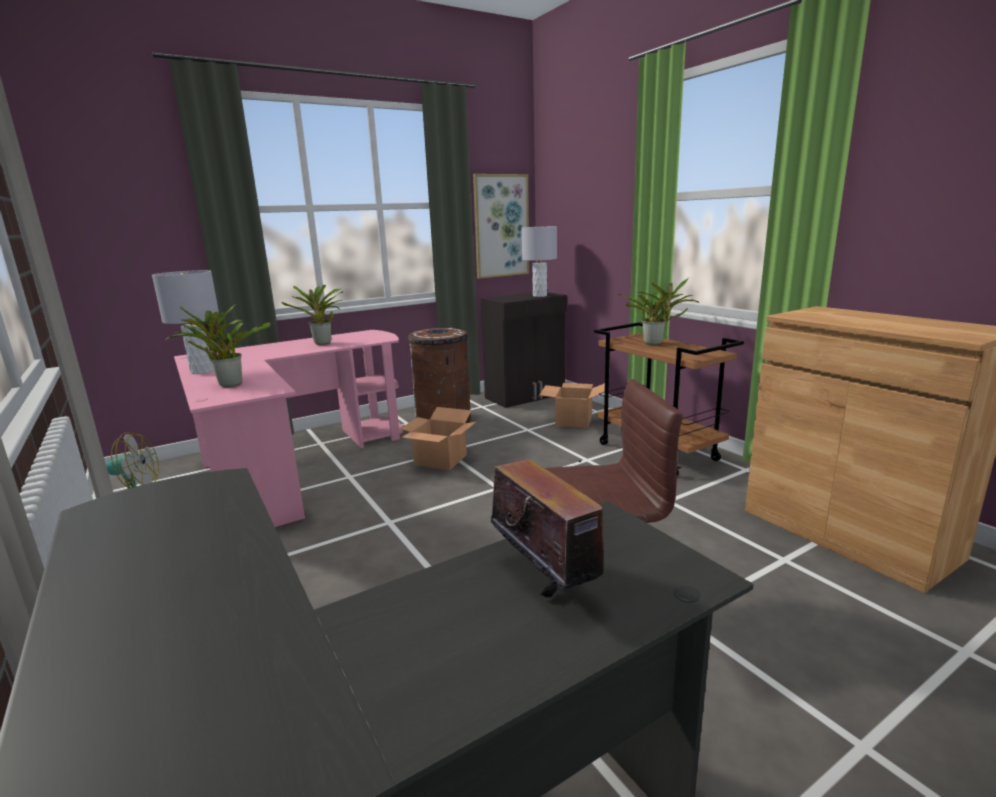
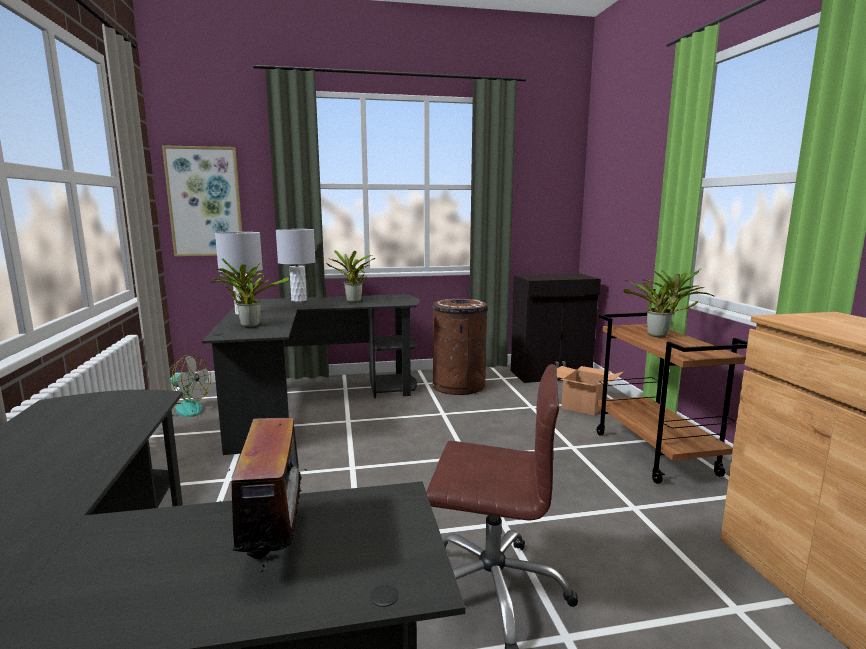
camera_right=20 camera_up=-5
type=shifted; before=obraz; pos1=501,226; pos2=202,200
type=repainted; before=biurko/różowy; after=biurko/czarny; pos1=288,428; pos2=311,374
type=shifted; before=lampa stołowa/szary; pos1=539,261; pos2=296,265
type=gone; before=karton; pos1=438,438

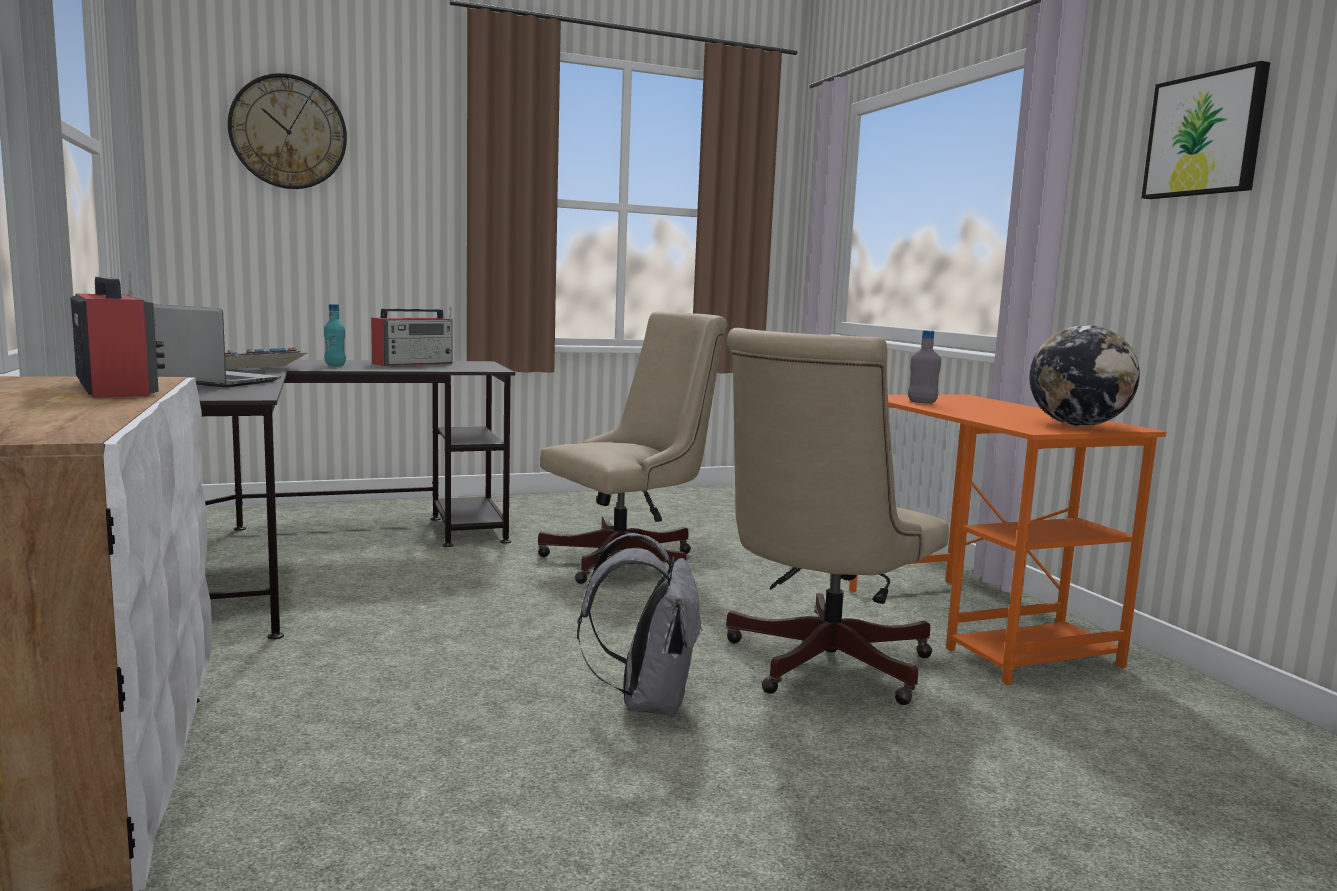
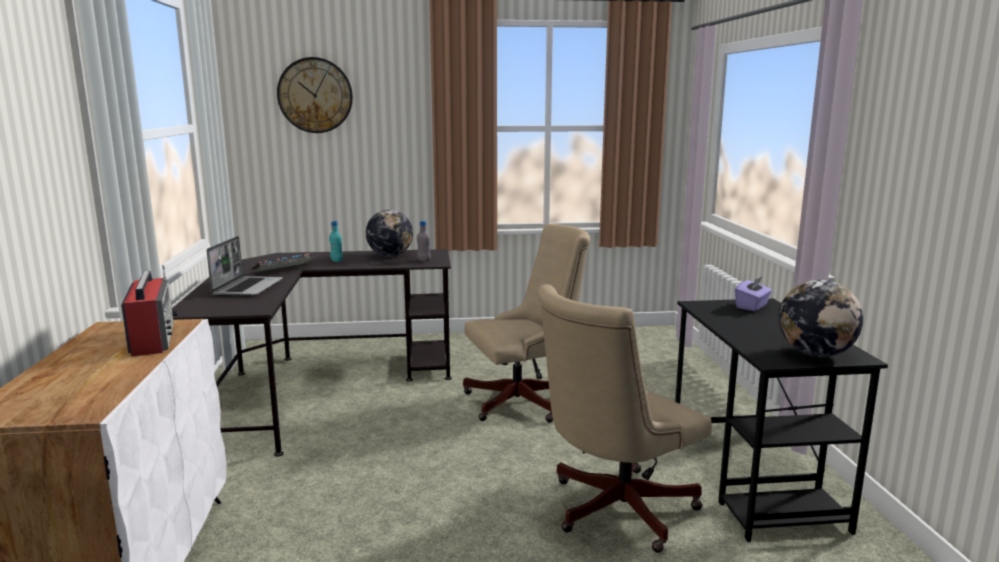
camera_right=15 camera_up=5
type=rotated; before=laptop; pos1=217,345; pos2=245,266; turn=60
type=swapped; before=radio; after=globus; pos1=412,336; pos2=389,233
type=shifted; before=butelka/szary; pos1=924,367; pos2=424,241
type=repainted; before=biurko/pomarańczowy; after=biurko/czarny; pos1=1007,540; pos2=781,420
type=new; after=pudełko chusteczek/fioletowy; pos2=753,293
type=gone; before=plecak/szary; pos1=640,625
type=gone; before=obraz; pos1=1205,130

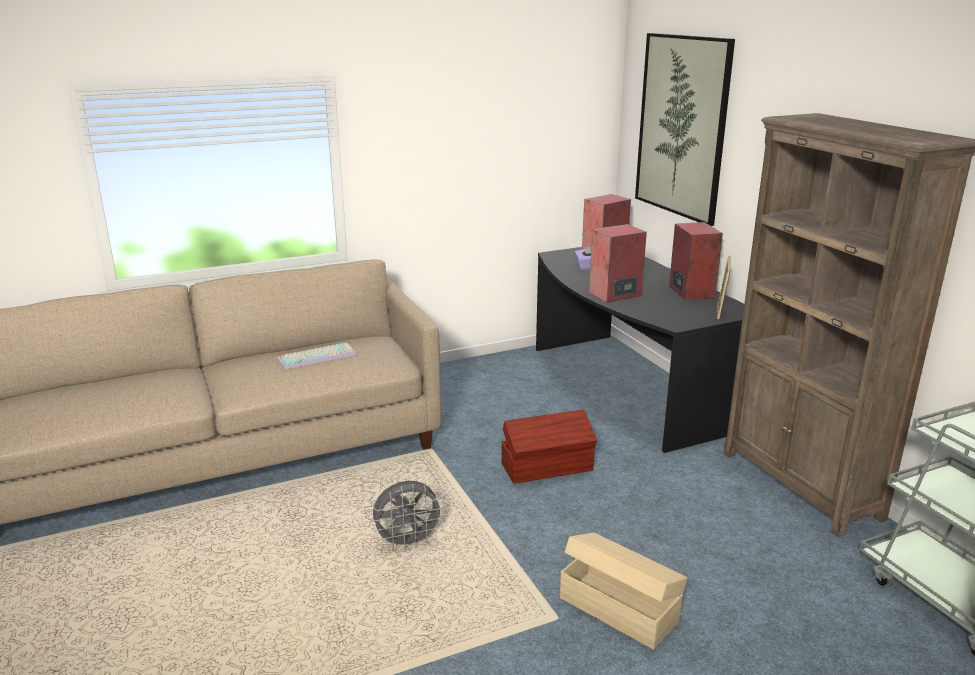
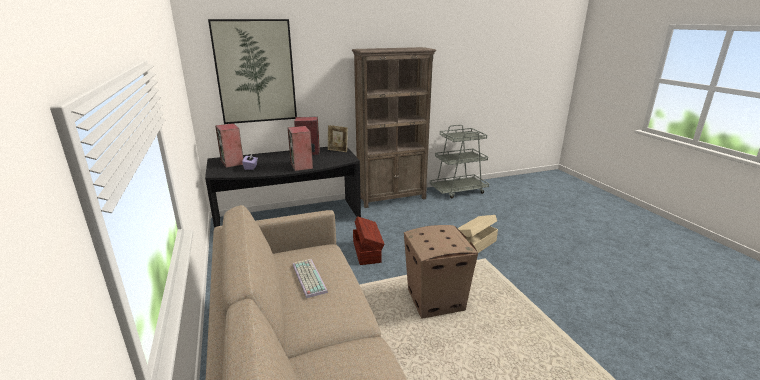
camera_right=-85 camera_up=0
type=swapped; before=wentylator/szary; after=karton; pos1=408,515; pos2=441,271

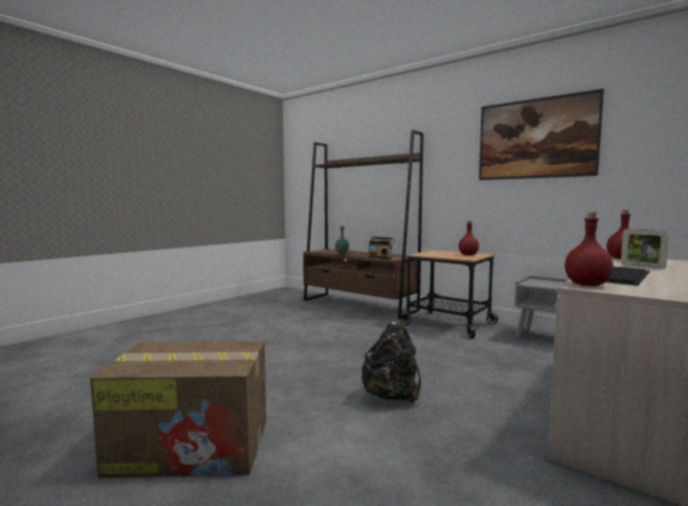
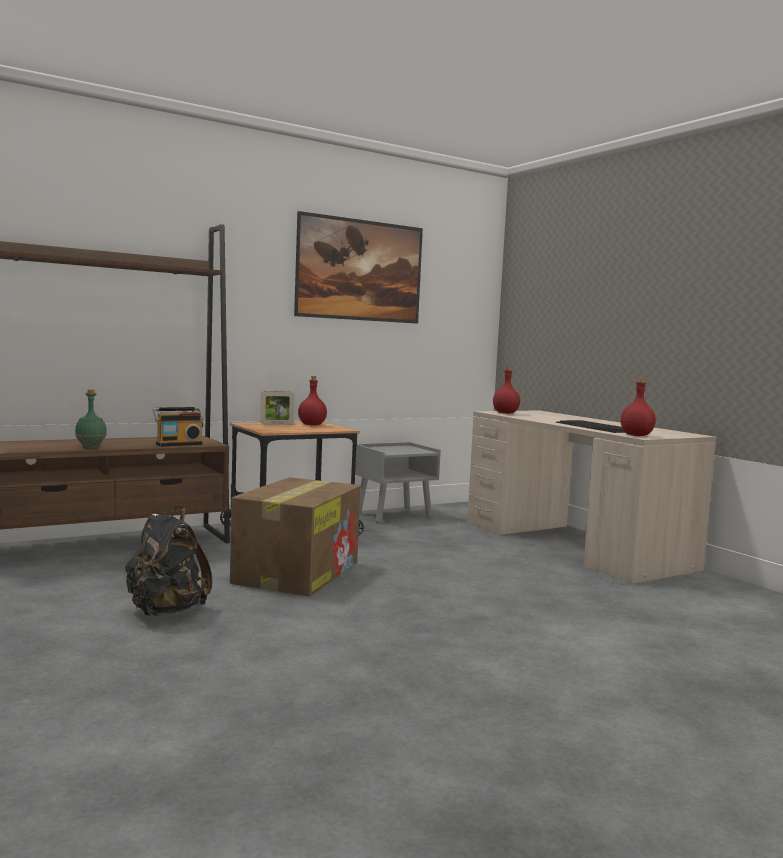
camera_right=-70 camera_up=0
type=shifted; before=plecak/czarny; pos1=391,362; pos2=168,561
type=shifted; before=karton; pos1=178,409; pos2=295,537
type=shifted; before=ramka na zdjęcie; pos1=645,249; pos2=277,408

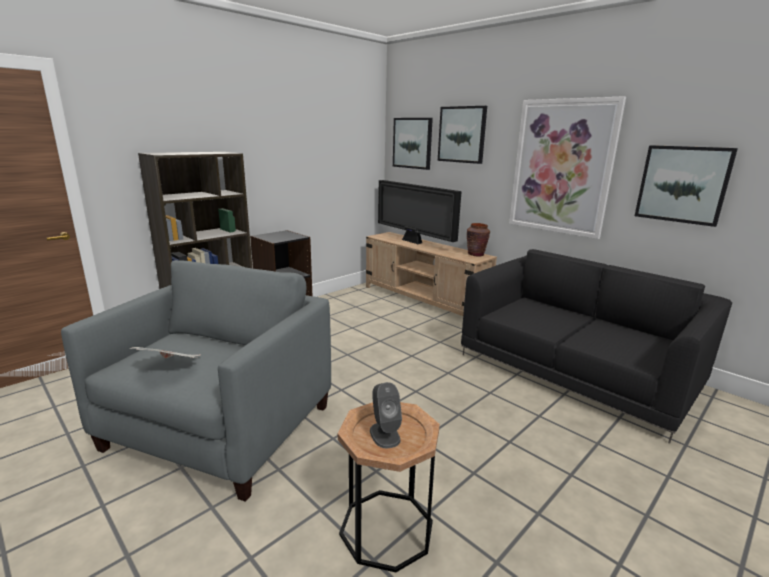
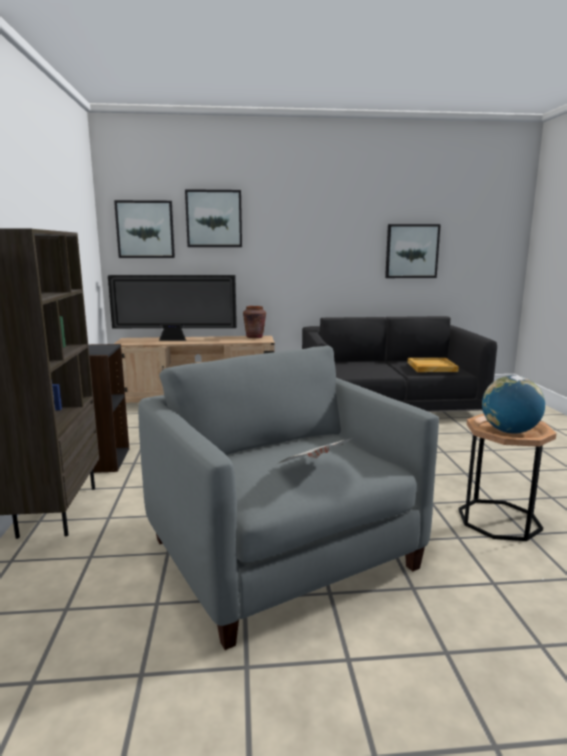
camera_right=-50 camera_up=-5
type=new; after=taca/beżowy; pos2=433,365
type=swapped; before=głośnik/szary; after=globus; pos1=386,415; pos2=513,404
type=gone; before=obraz; pos1=567,167

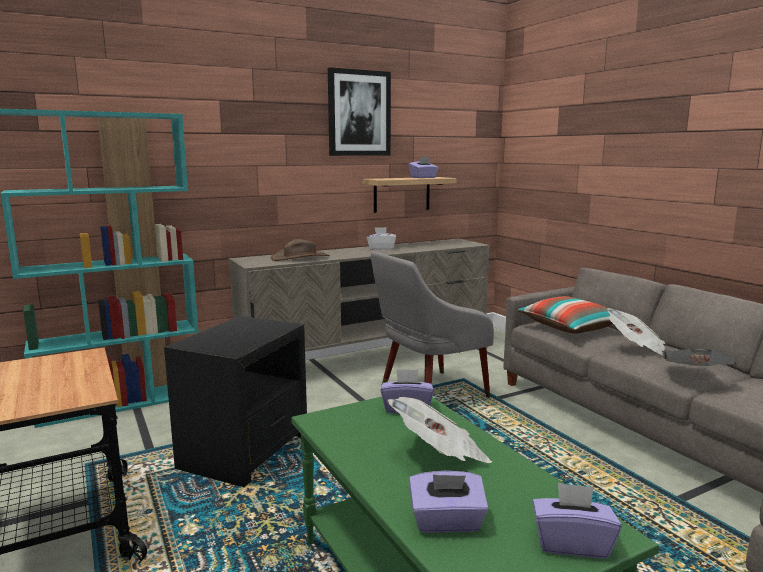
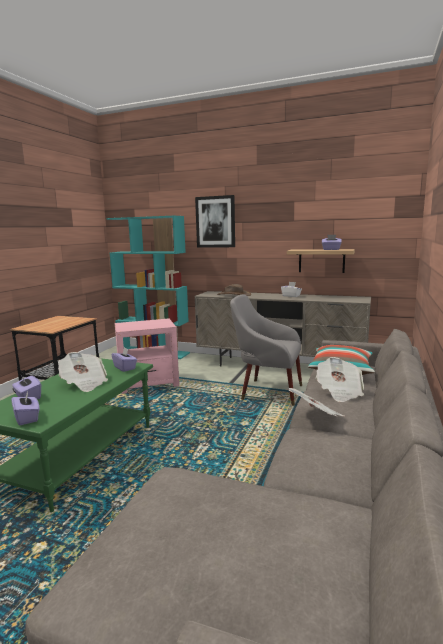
camera_right=50 camera_up=0
type=repainted; before=stolik/czarny; after=stolik/różowy; pos1=235,401; pos2=147,356
type=shifted; before=obraz; pos1=359,111; pos2=215,221

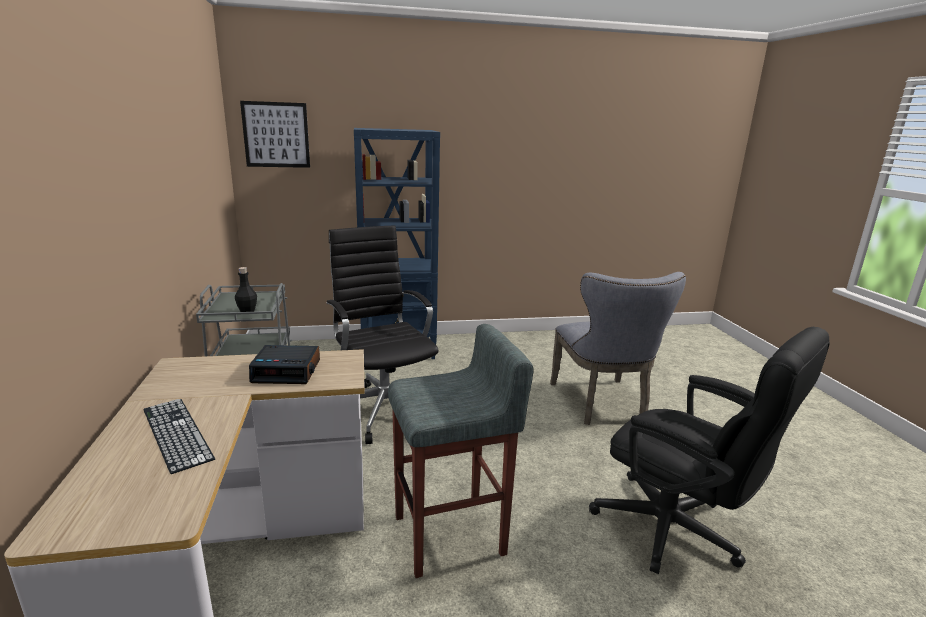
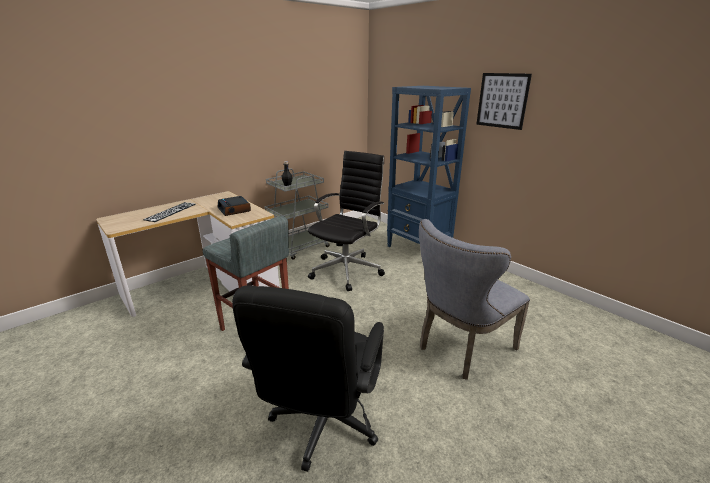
camera_right=60 camera_up=5
type=shifted; before=obraz; pos1=275,134; pos2=504,101

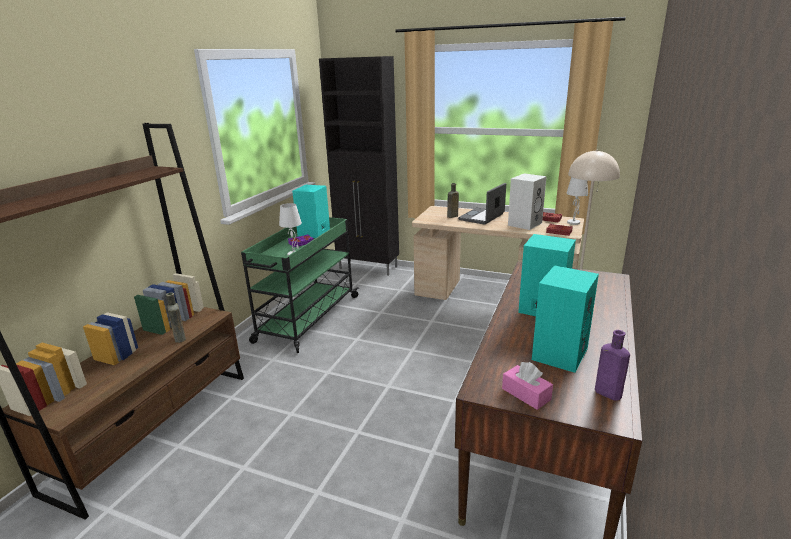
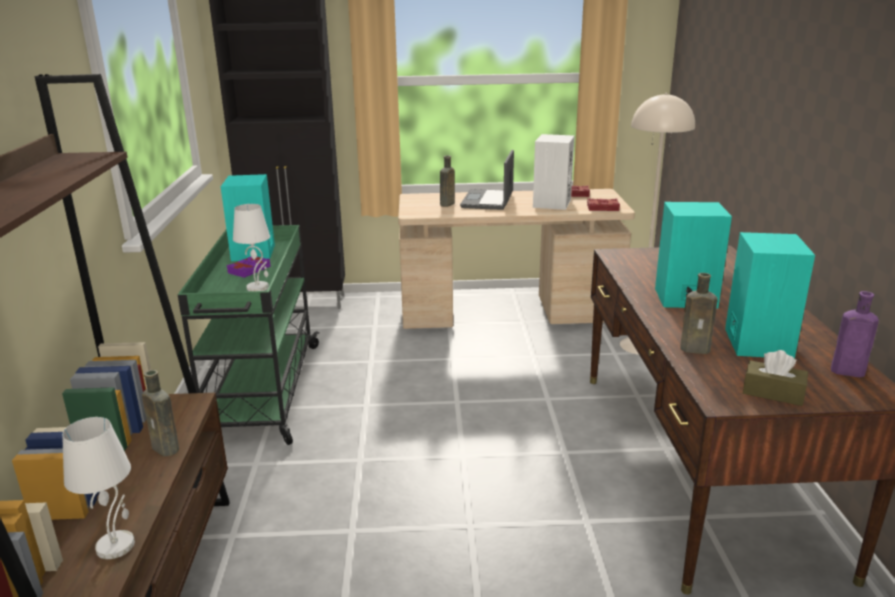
camera_right=-25 camera_up=0
type=shifted; before=lampa stołowa/biały; pos1=577,201; pos2=98,488
type=new; after=butelka/brązowy; pos2=698,313
type=repainted; before=pudełko chusteczek/różowy; after=pudełko chusteczek/brązowy; pos1=527,386; pos2=775,378

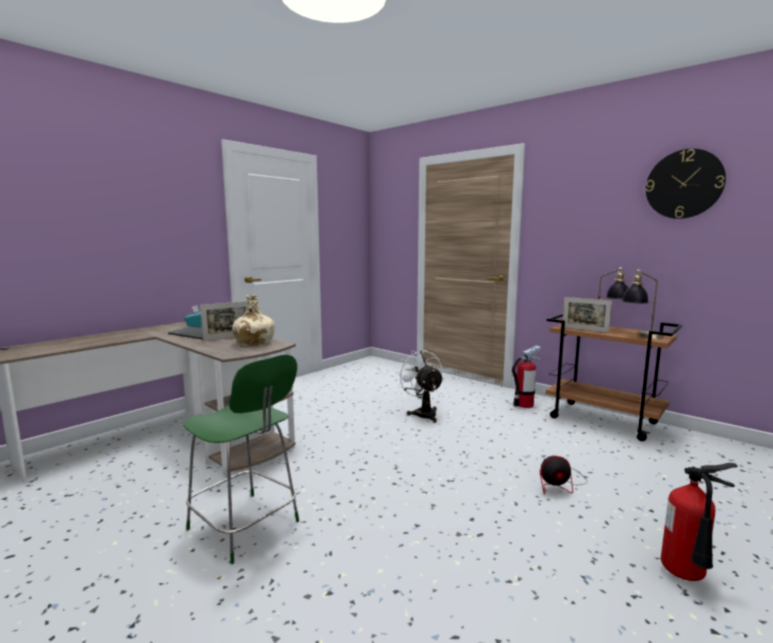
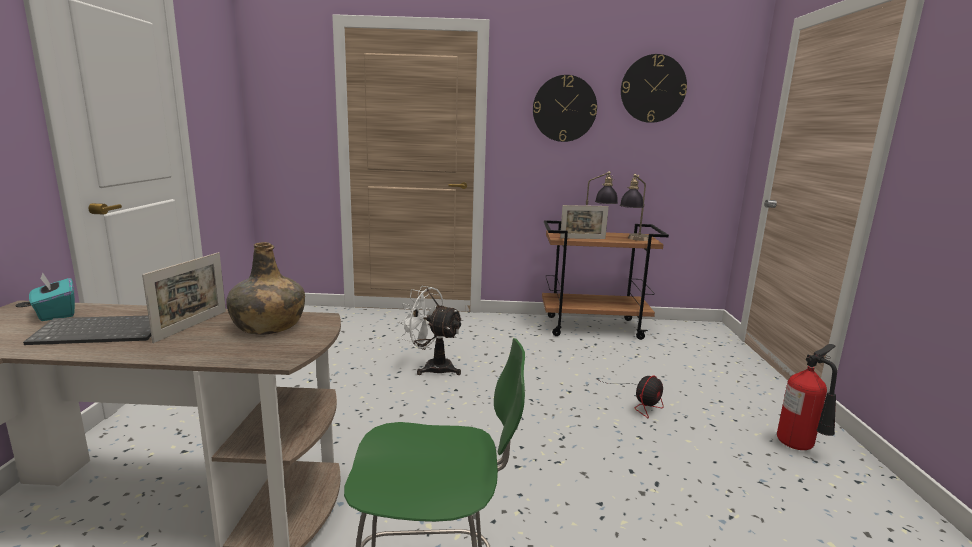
camera_right=-40 camera_up=5
type=repainted; before=butelka/beżowy; after=butelka/zielony; pos1=253,320; pos2=266,288
type=new; after=zegar ścienny; pos2=565,108
type=gone; before=gaśnica; pos1=527,376

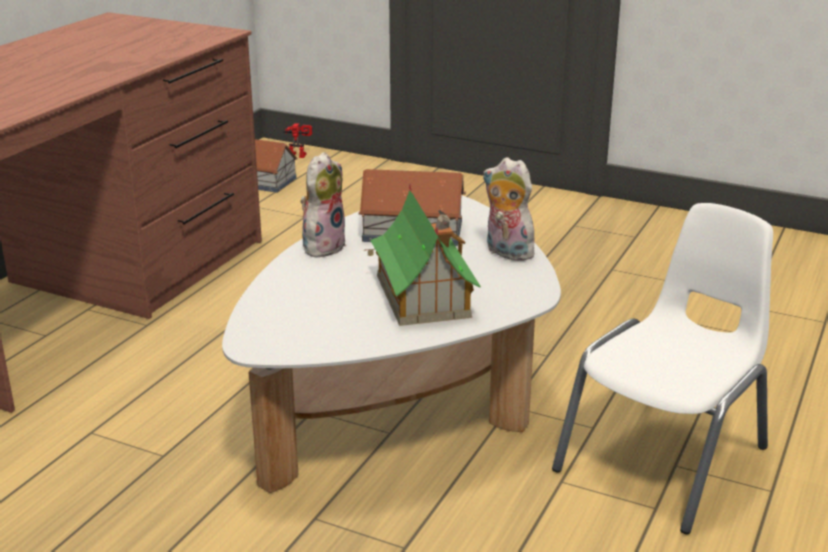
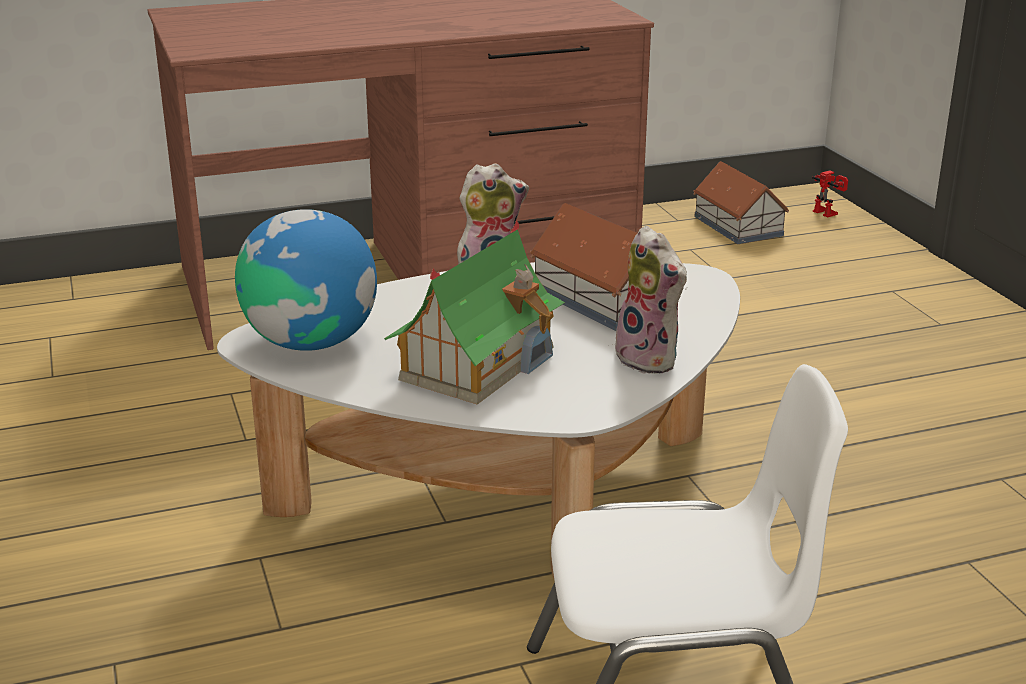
camera_right=45 camera_up=0
type=new; after=globus; pos2=306,280
type=rotated; before=pluszak; pos1=509,209; pos2=650,300; turn=150

